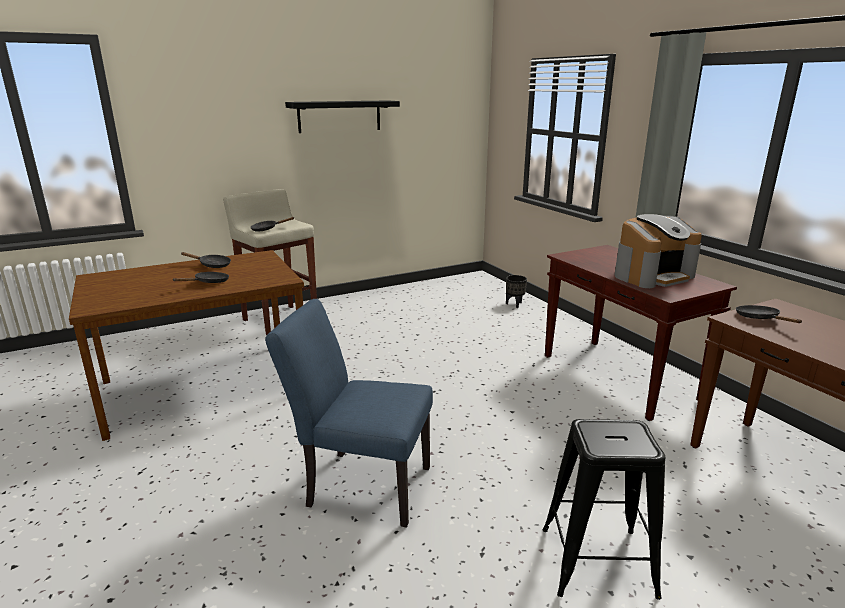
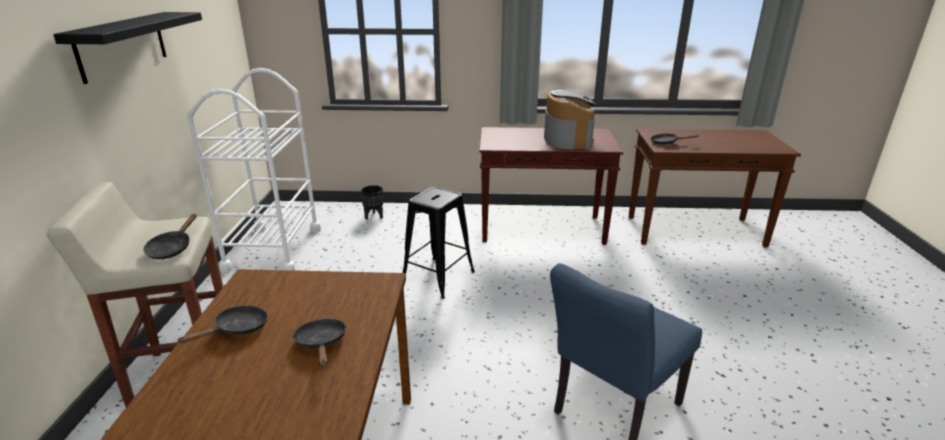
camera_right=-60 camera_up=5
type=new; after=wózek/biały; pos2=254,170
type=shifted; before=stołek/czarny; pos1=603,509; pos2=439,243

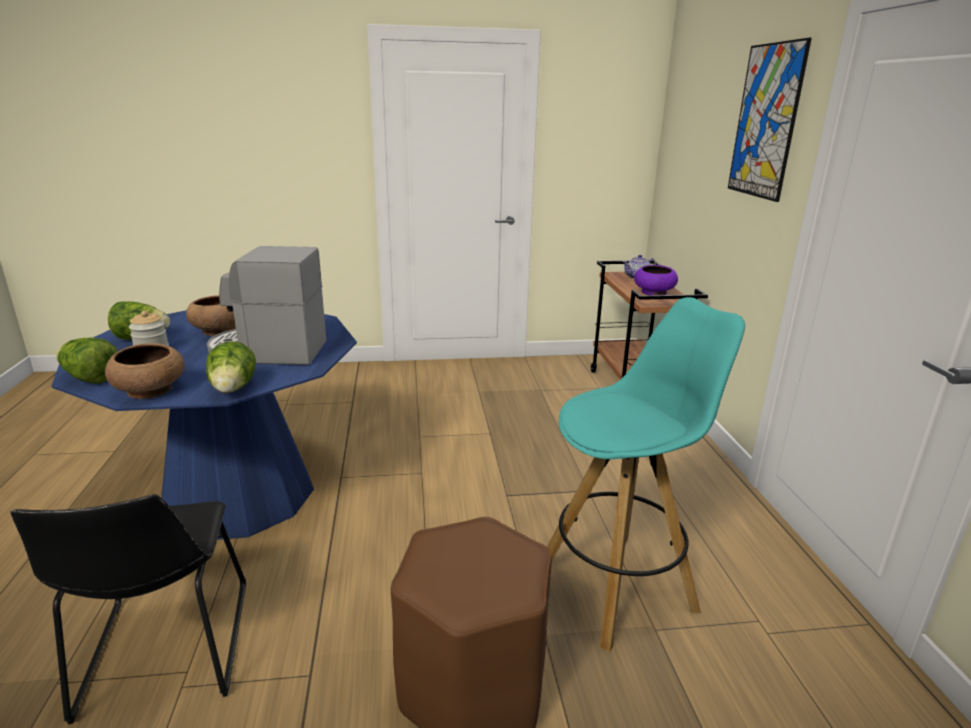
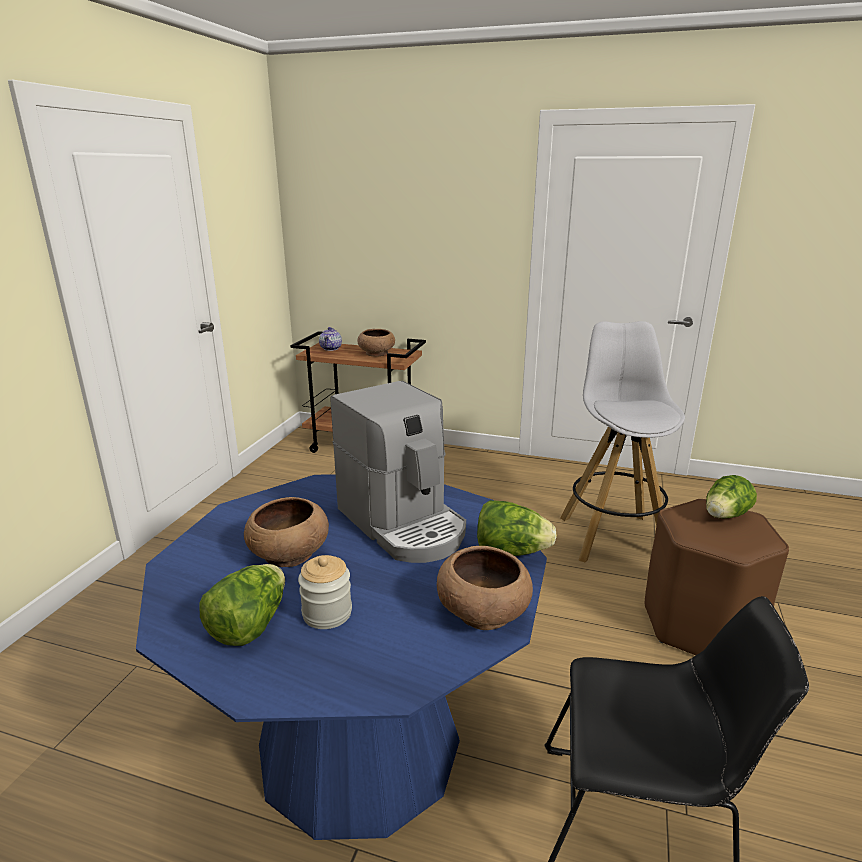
camera_right=-65 camera_up=0
type=rotated; before=ekspres do kawy; pos1=266,305; pos2=398,472; turn=-60
type=repainted; before=miska/fioletowy; after=miska/brązowy; pos1=656,280; pos2=376,343
type=repainted; before=stołek/turkusowy; after=stołek/biały; pos1=646,474; pos2=622,441
type=shifted; before=sałata; pos1=87,360; pos2=731,497
type=gone; before=obraz; pos1=770,120

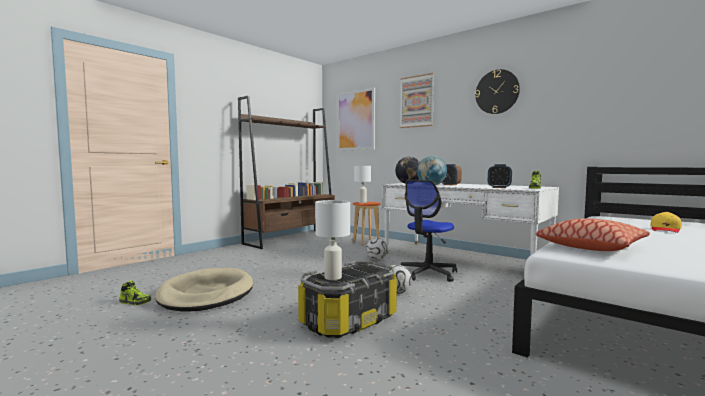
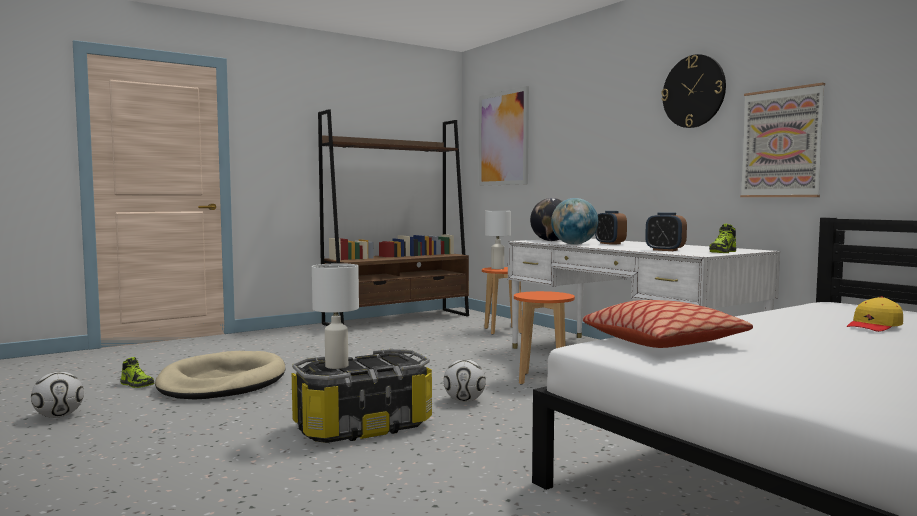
camera_right=15 camera_up=0
type=shifted; before=piłka futbolowa; pos1=377,248; pos2=57,394
type=swapped; before=krzesło biurowe; after=stołek/pomarańczowy; pos1=429,230; pos2=544,338
type=shifted; before=obraz; pos1=417,100; pos2=782,140

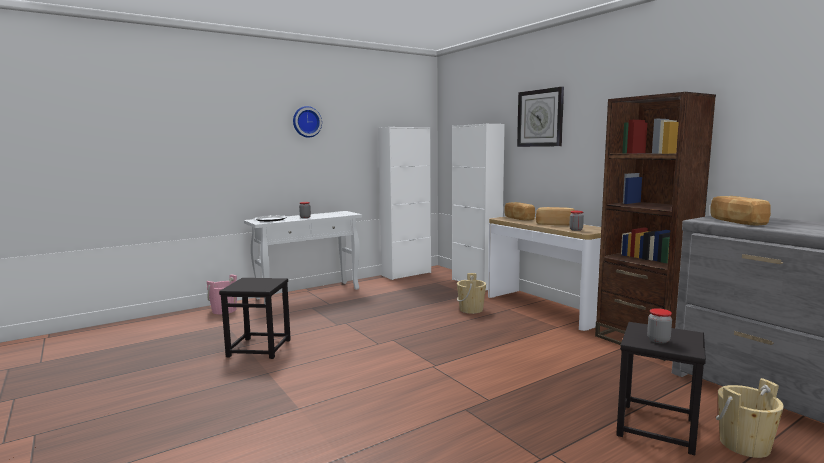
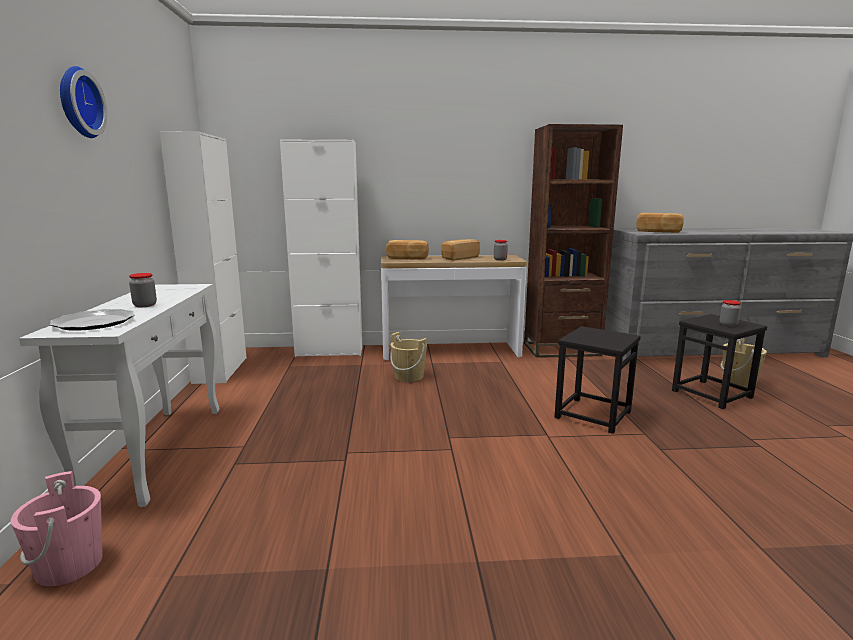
camera_right=-60 camera_up=5
type=shifted; before=stołek/czarny; pos1=255,318; pos2=597,380
type=gone; before=zegar ścienny; pos1=540,117

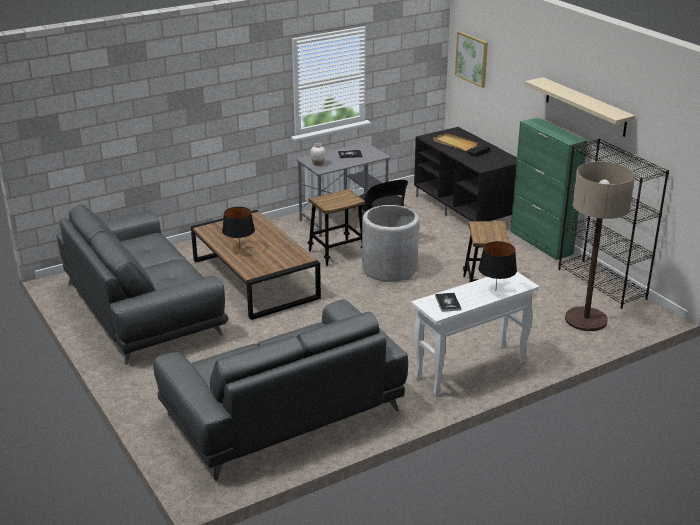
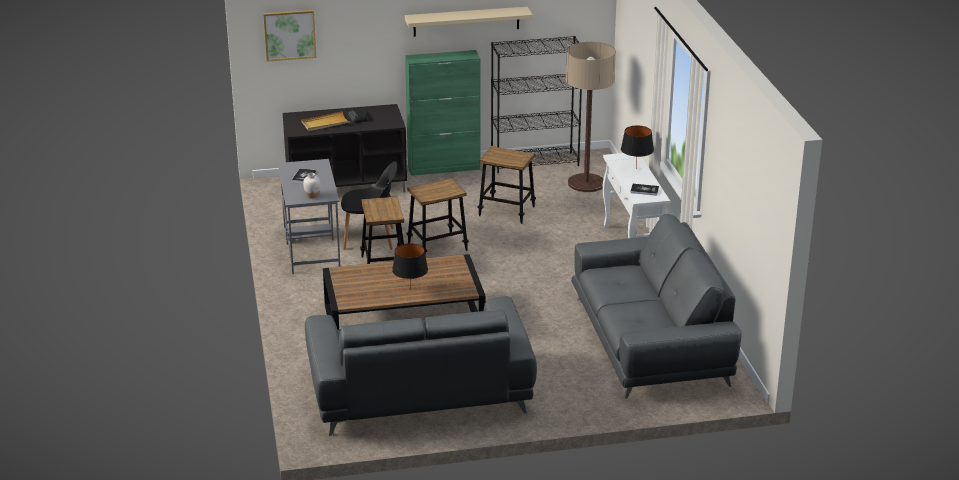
camera_right=-70 camera_up=0
type=swapped; before=donica/szary; after=stołek; pos1=390,243; pos2=438,217

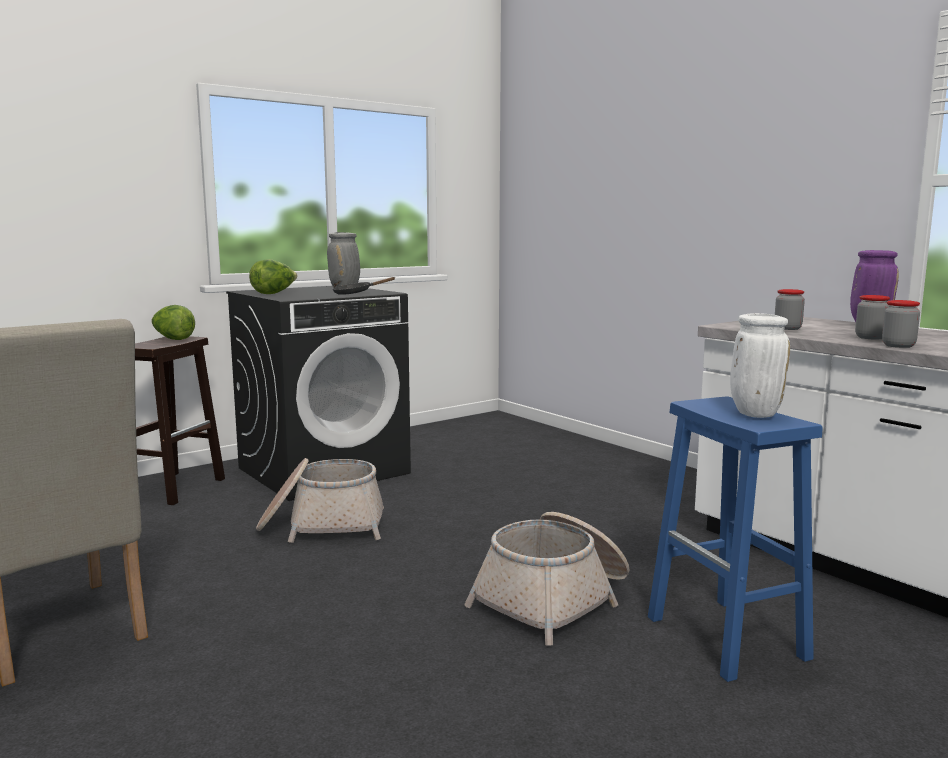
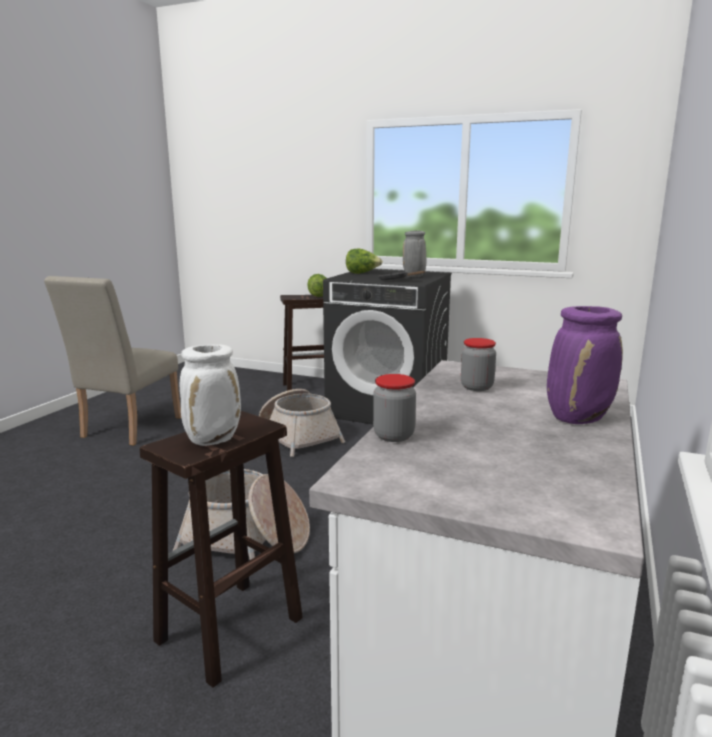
camera_right=60 camera_up=5
type=repainted; before=stołek/niebieski; after=stołek/brązowy; pos1=735,539; pos2=221,549
type=gone; before=słoik; pos1=872,317

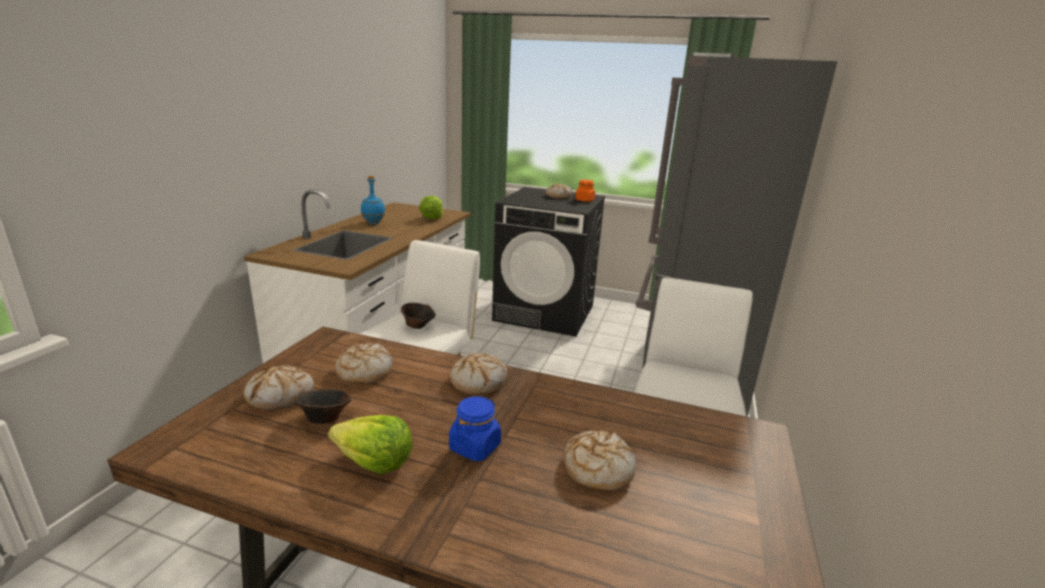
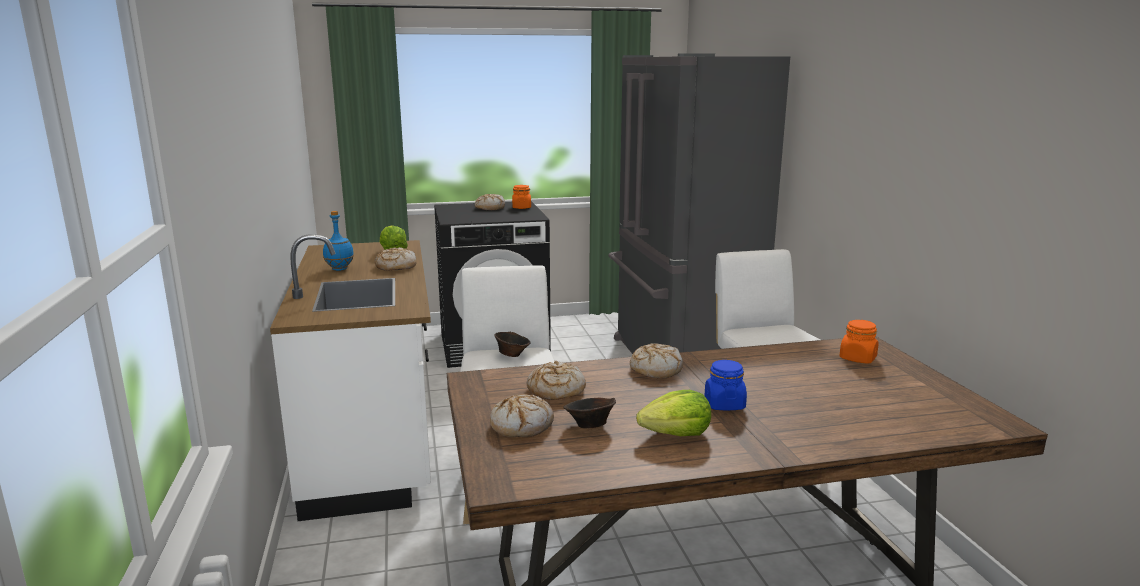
camera_right=-30 camera_up=-5
type=shifted; before=chleb; pos1=599,460; pos2=396,259
type=new; after=słoik/pomarańczowy; pos2=859,342

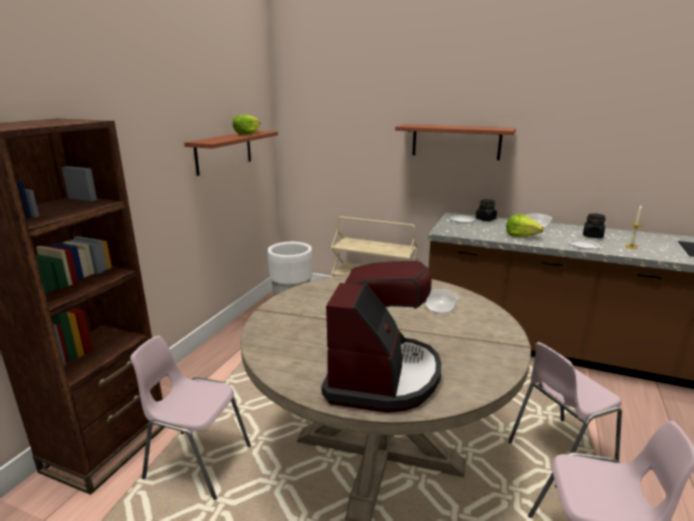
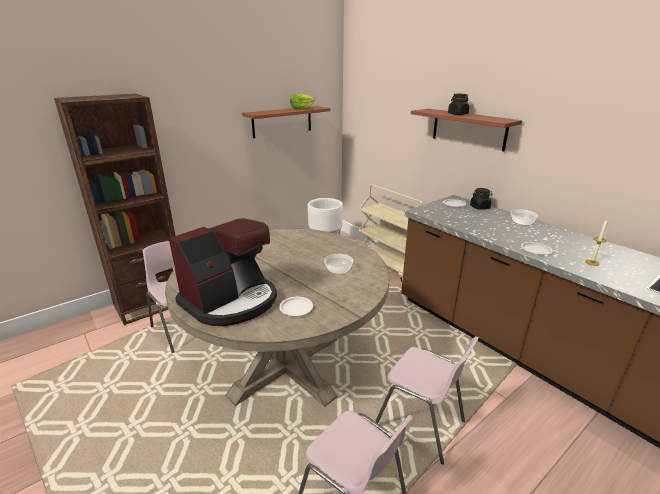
camera_right=30 camera_up=5
type=new; after=talerz/biały; pos2=296,306
type=rotated; before=krzesło/różowy; pos1=565,415; pos2=427,400; turn=-150
type=shifted; before=słoik/czarny; pos1=594,225; pos2=458,104
type=gone; before=sałata; pos1=525,225

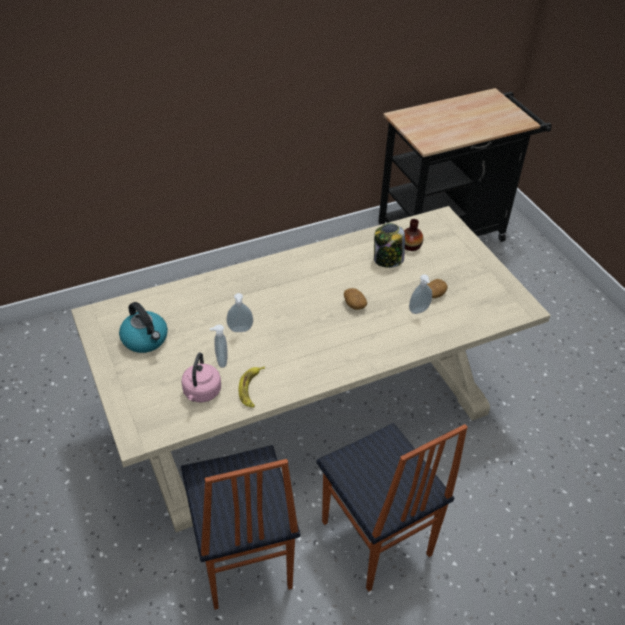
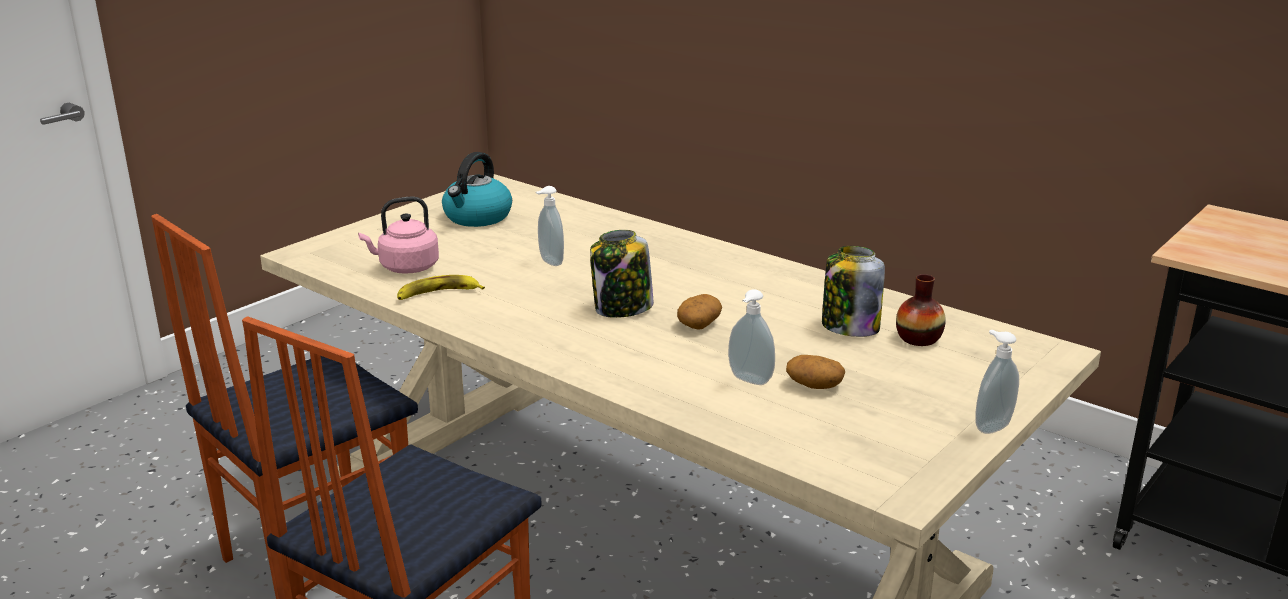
camera_right=65 camera_up=-20
type=new; after=słoik; pos2=622,274
type=shifted; before=dozownik mydła; pos1=219,346; pos2=997,382

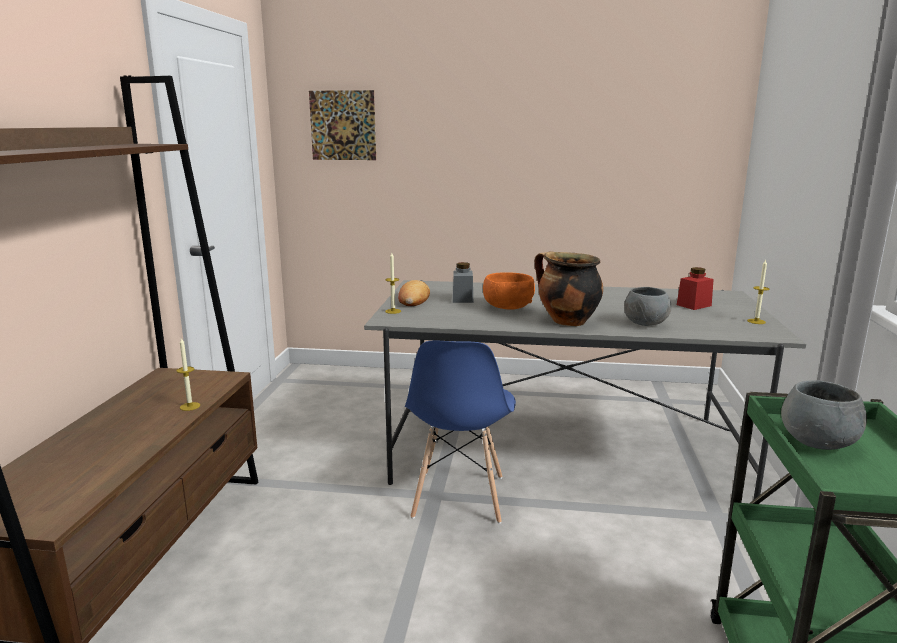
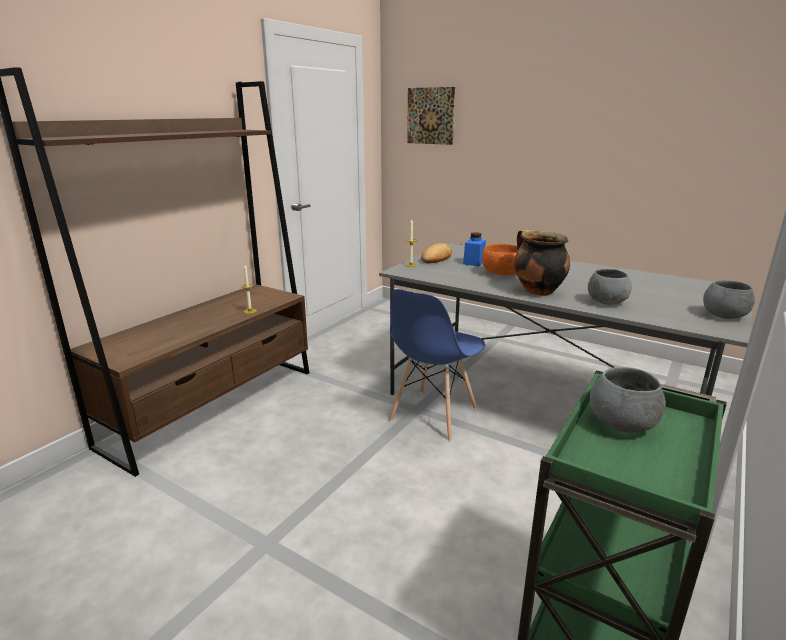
camera_right=25 camera_up=5
type=repainted; before=słoik/szary; after=słoik/niebieski; pos1=463,282; pos2=474,249
type=swapped; before=świeca; after=miska/szary; pos1=758,291; pos2=729,299
type=gone; before=słoik/czerwony; pos1=695,288

